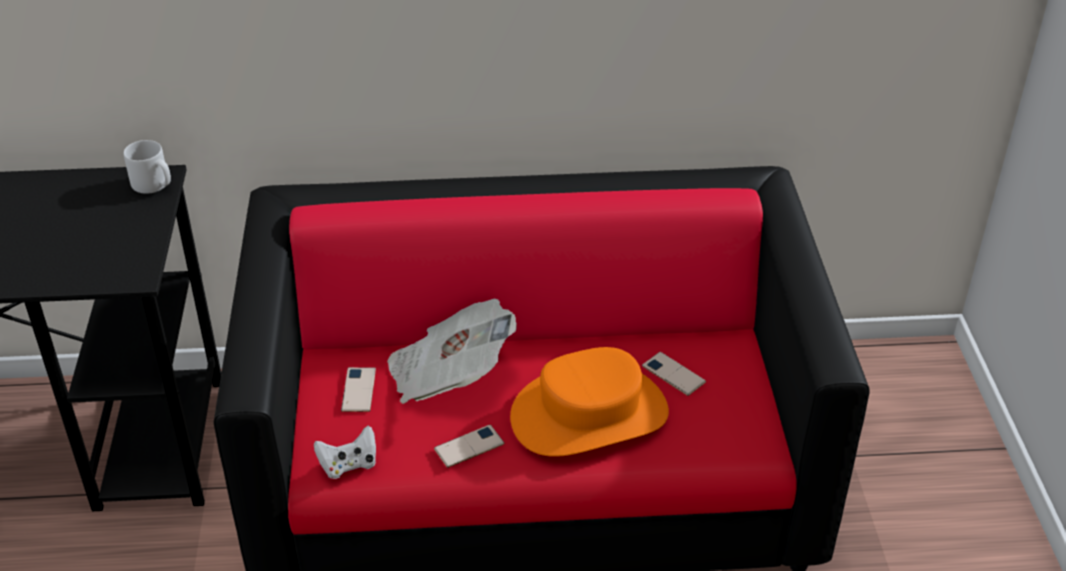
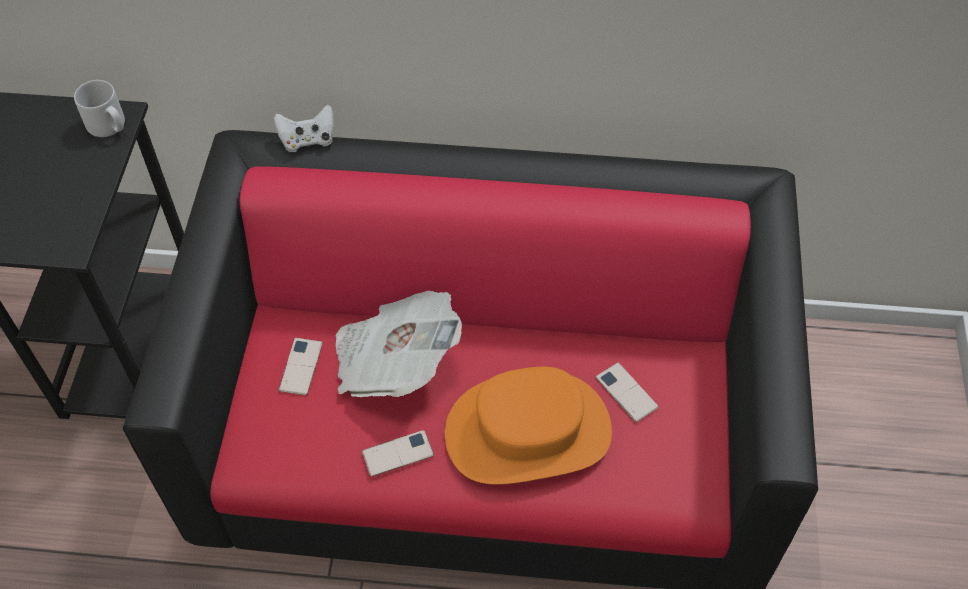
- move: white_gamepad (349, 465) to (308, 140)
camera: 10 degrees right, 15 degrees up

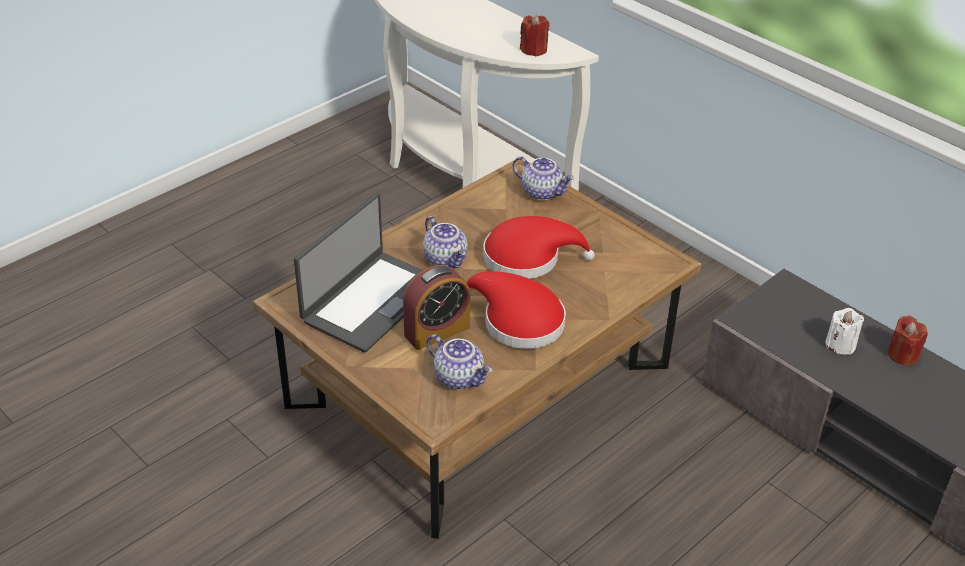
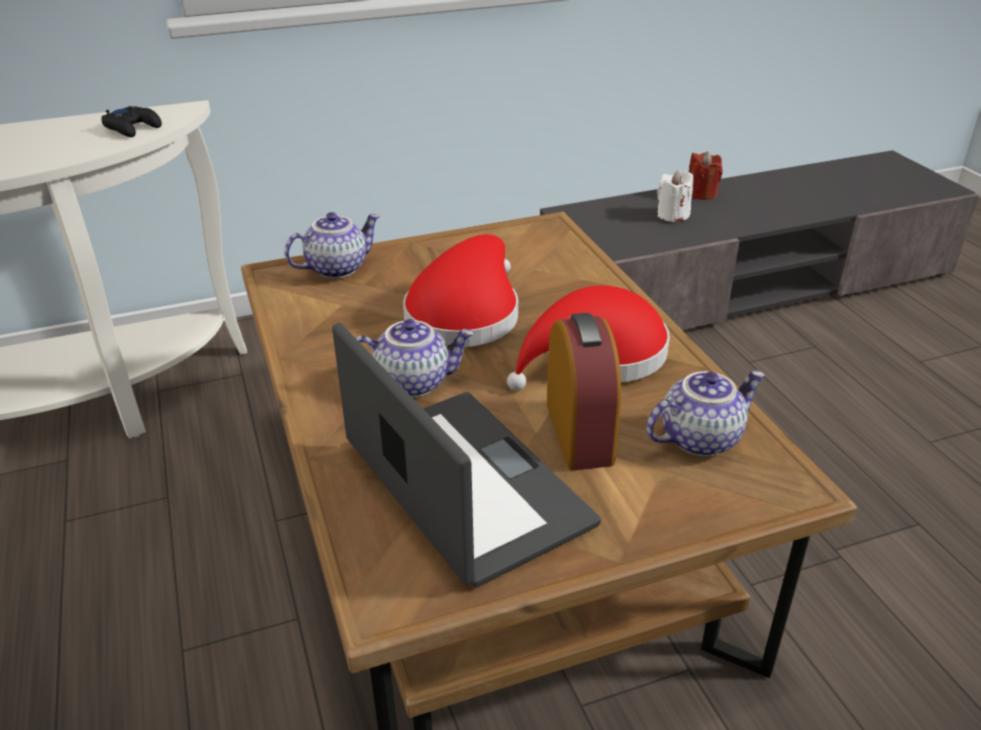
- replace: red_wax_candle (534, 50) to blackish_gamepad (133, 128)
camera: 65 degrees left, 5 degrees down

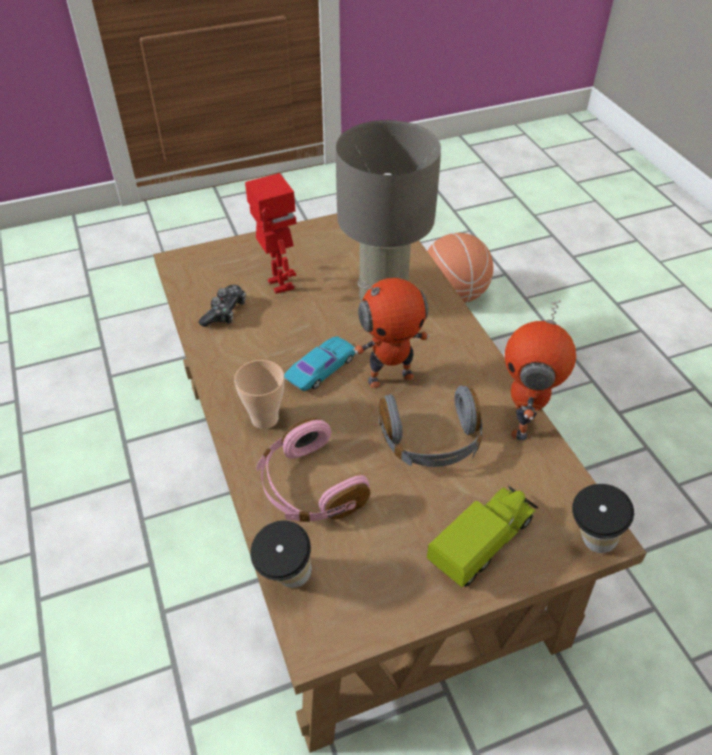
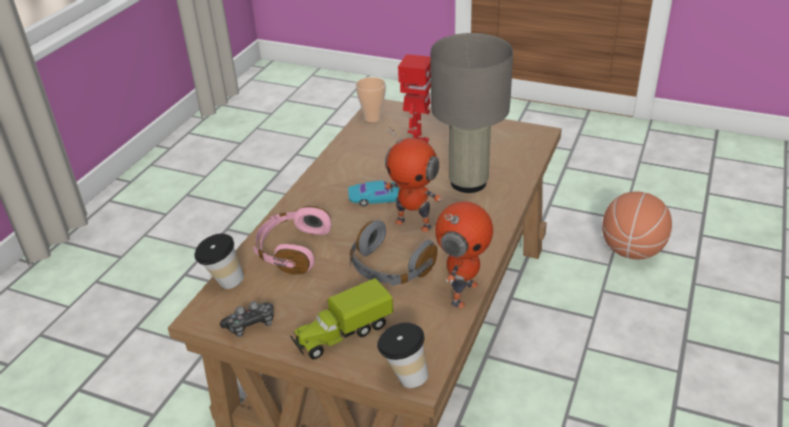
- move: gamepad (225, 312) to (251, 325)
- move: drinking_cup (264, 418) to (372, 118)
- rotate: toy_truck (482, 543) = (342, 334) 150 degrees clockwise
- rotate: model_robot (524, 422) = (462, 293) 150 degrees clockwise
camera: 45 degrees right, 10 degrees down

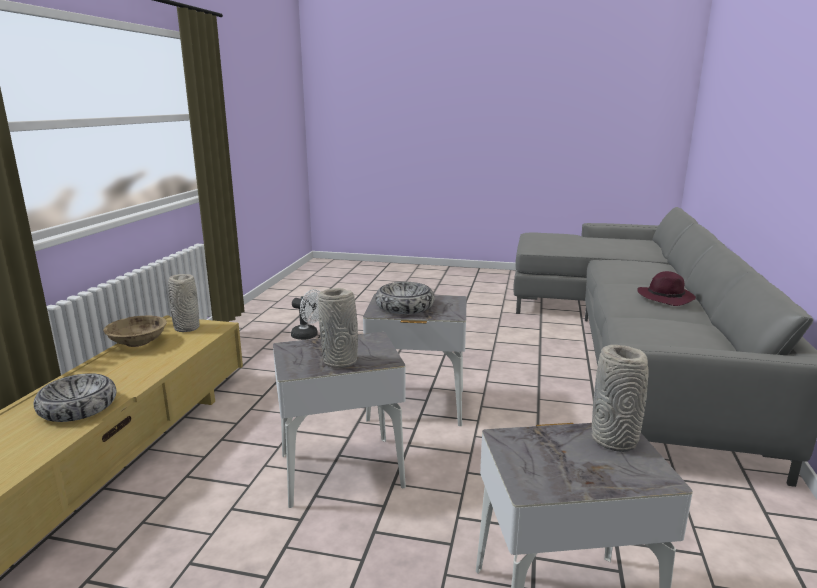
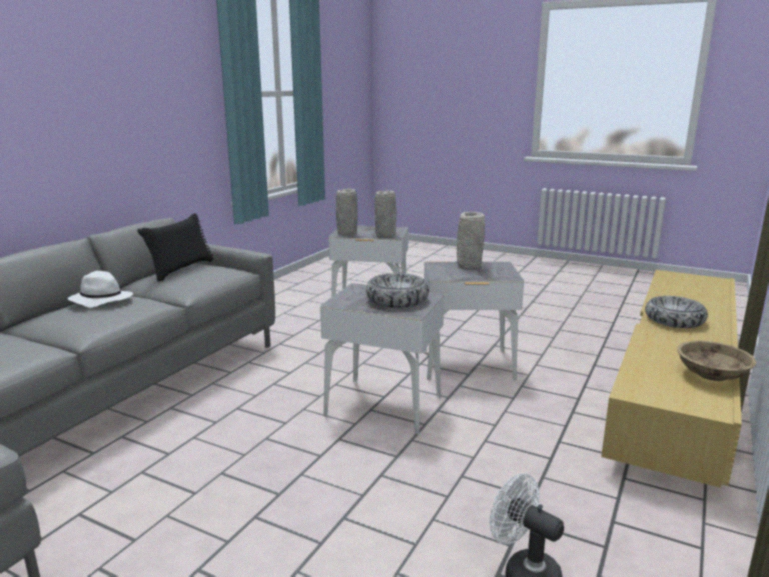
- move: greyish_flower_vase (186, 328) to (385, 235)
- recolor: purple-coloured_wearable_hat (666, 298) to white_wearable_hat (100, 300)
- insert: blackish_throw_pillow (181, 269)
camera: 165 degrees left, 0 degrees up

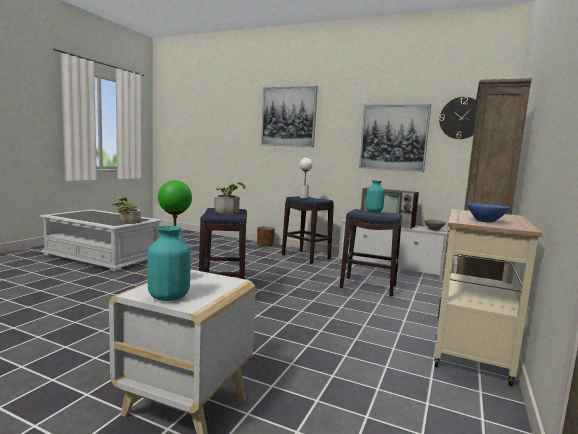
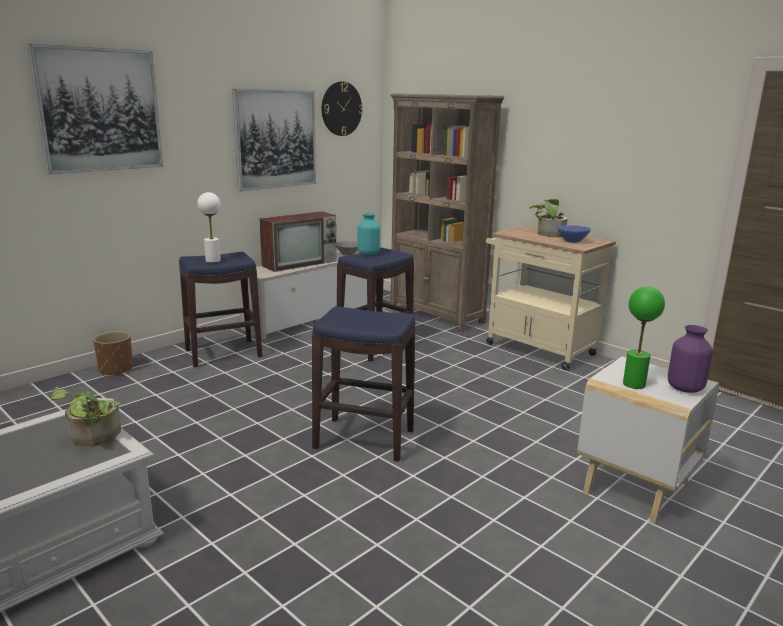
- recolor: turquoise_flower_vase (169, 297) to purple-coloured_flower_vase (685, 388)
- move: houseplant (228, 211) to (547, 233)
camera: 70 degrees left, 10 degrees up

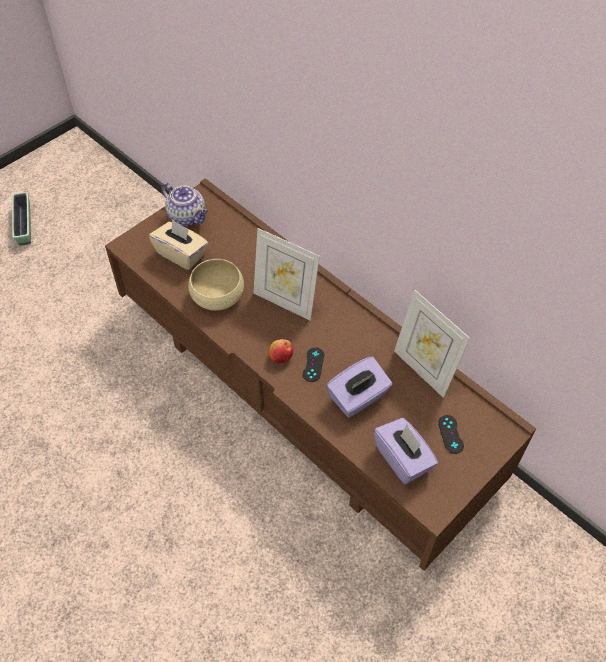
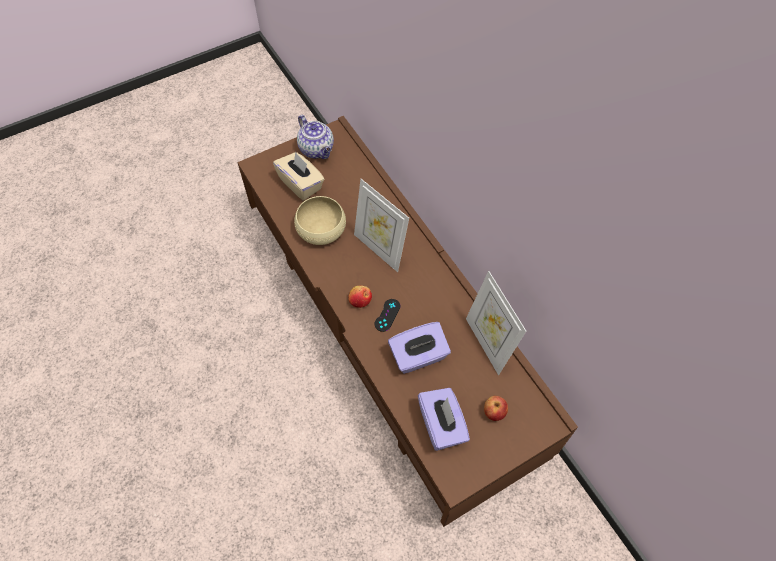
- delete: flower_pot (24, 225)
- replace: blackish_gamepad (450, 434) to apple_fruit (494, 412)
camera: 15 degrees right, 5 degrees up

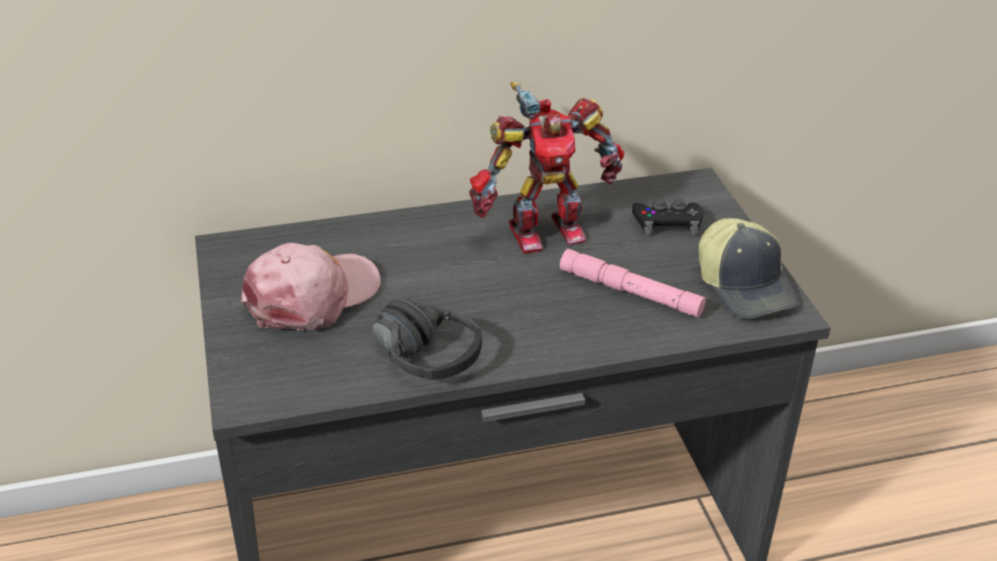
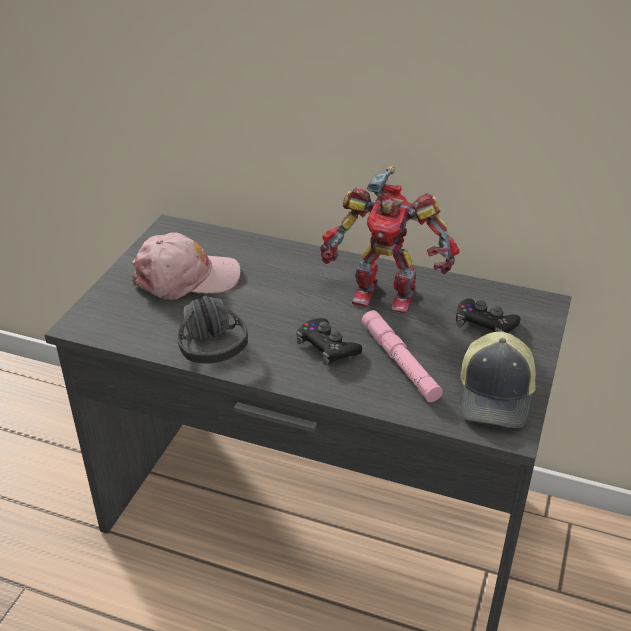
- insert: blackish_gamepad (327, 347)
camera: 35 degrees right, 0 degrees up

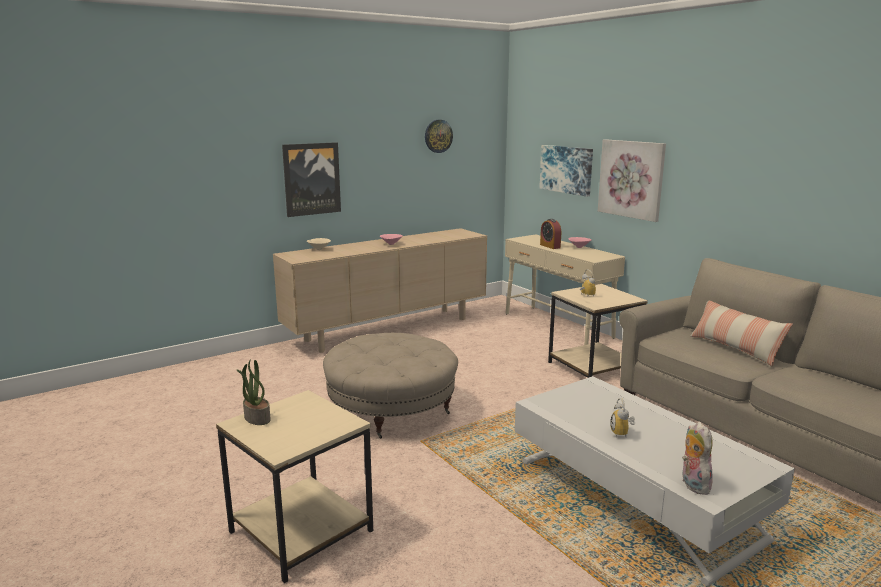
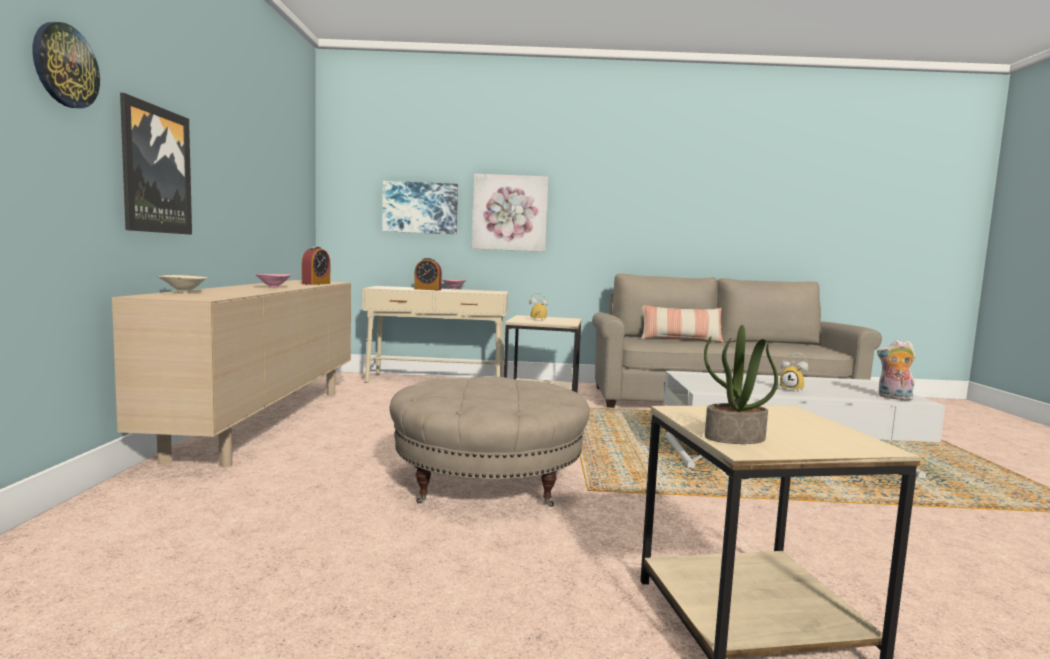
- move: clock_on_the_wall (438, 136) to (65, 66)
- insert: table_clock (316, 283)
camera: 55 degrees left, 10 degrees down

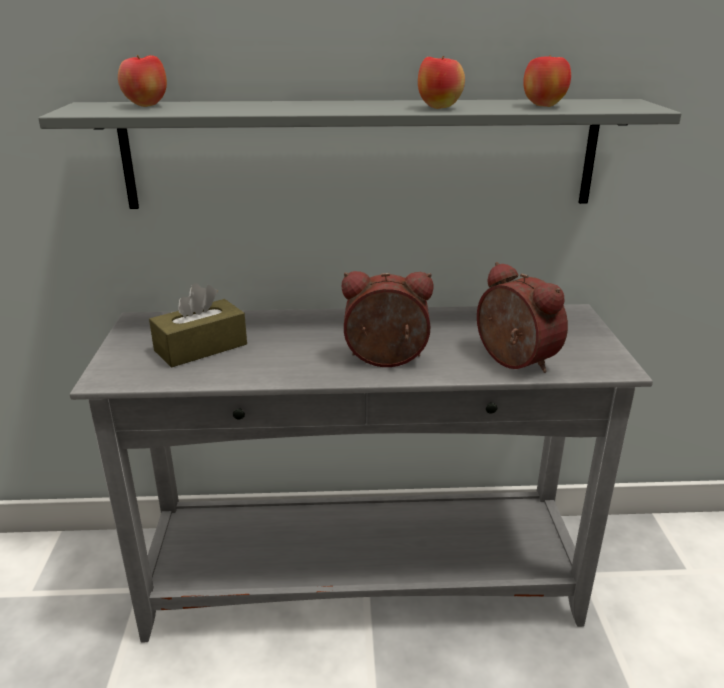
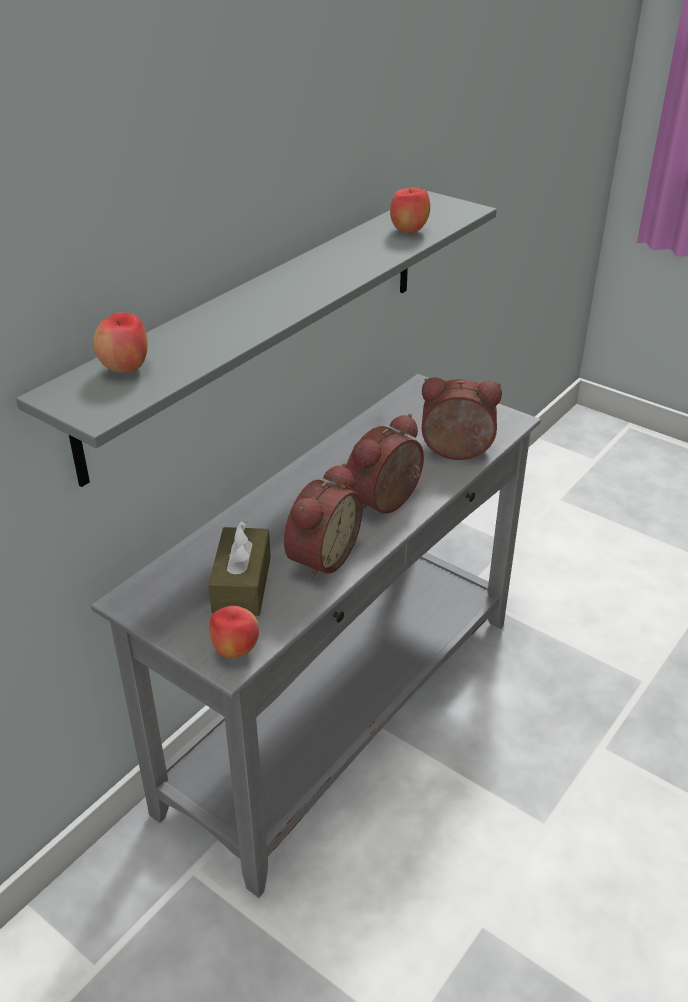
- move: apple_fruit (439, 108) to (235, 651)
- insert: table_clock (319, 557)
camera: 50 degrees left, 10 degrees up

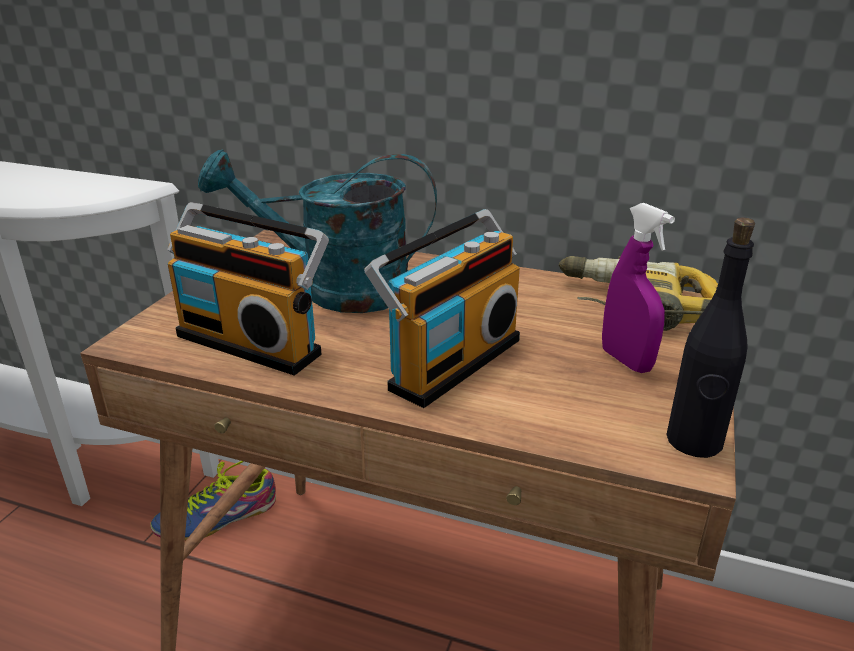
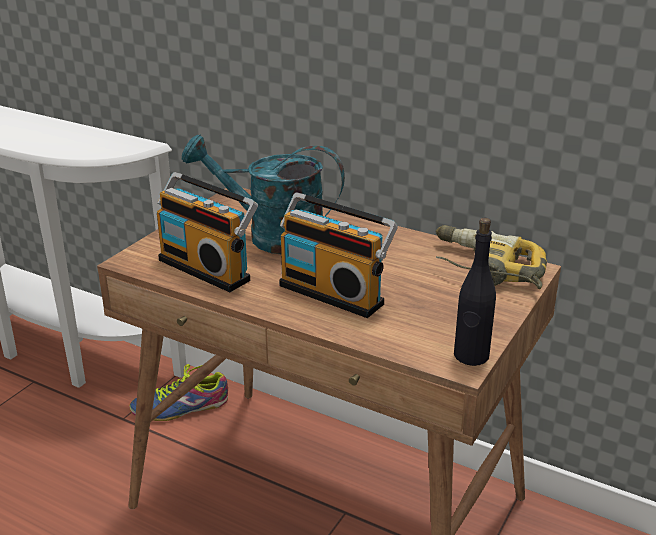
- rotate: radio_set (450, 361) = (334, 293) 75 degrees clockwise
- delete: purple-coloured_spray_bottle (626, 360)
camera: 10 degrees right, 0 degrees up

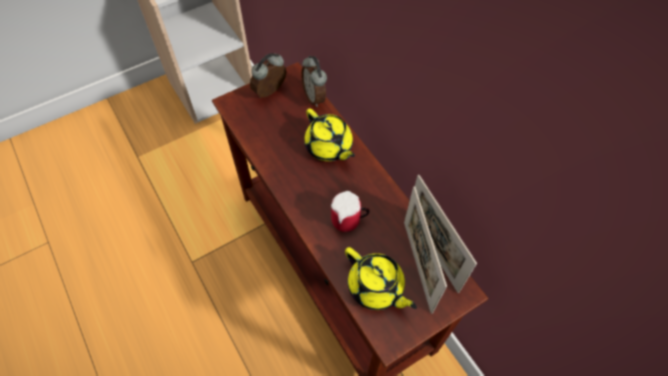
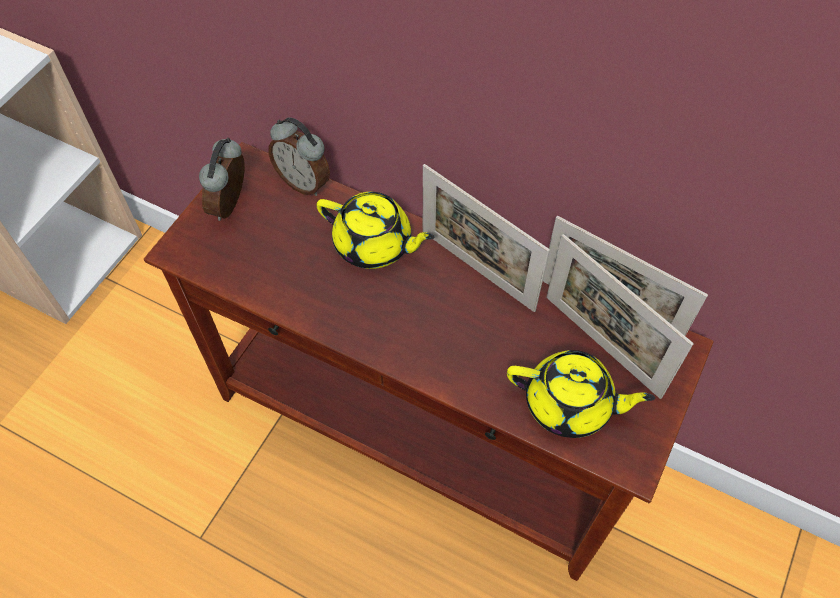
- delete: mug (349, 221)
- insert: photo_frame (477, 270)
camera: 30 degrees left, 0 degrees up

